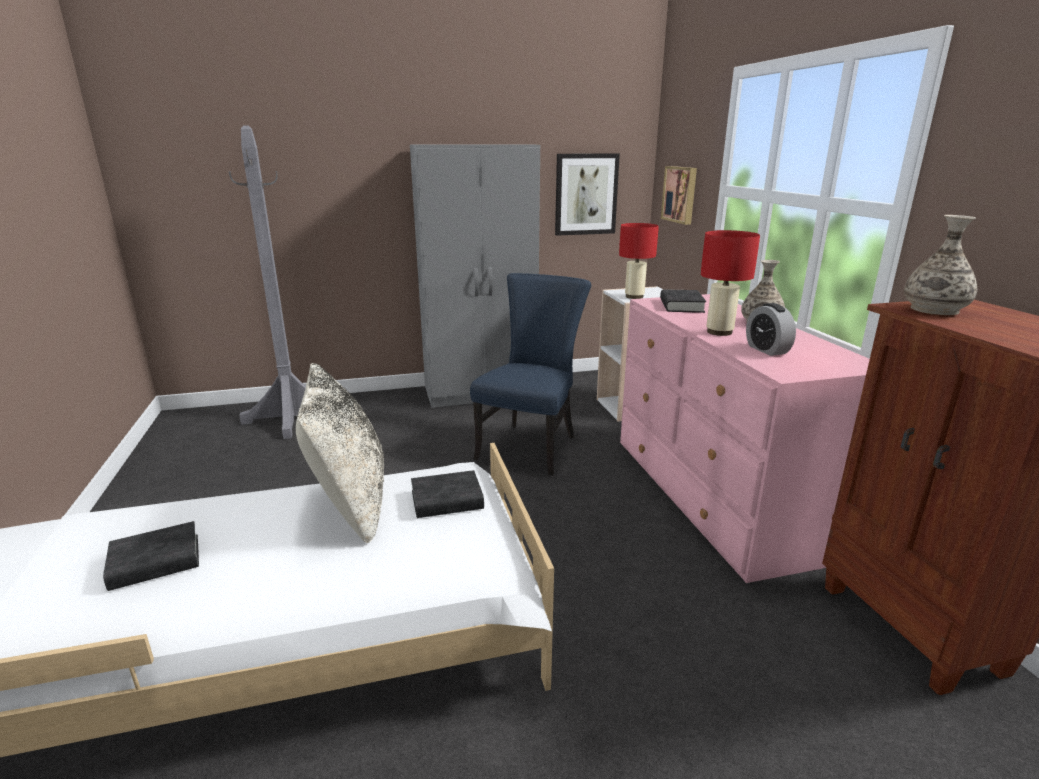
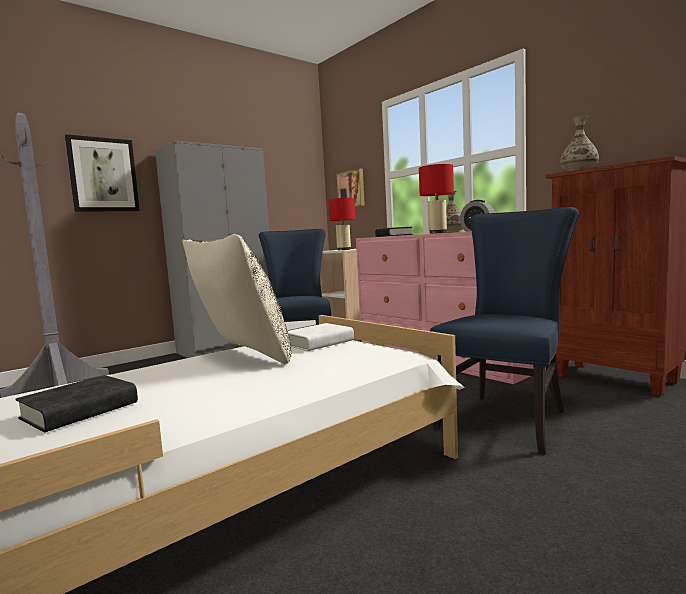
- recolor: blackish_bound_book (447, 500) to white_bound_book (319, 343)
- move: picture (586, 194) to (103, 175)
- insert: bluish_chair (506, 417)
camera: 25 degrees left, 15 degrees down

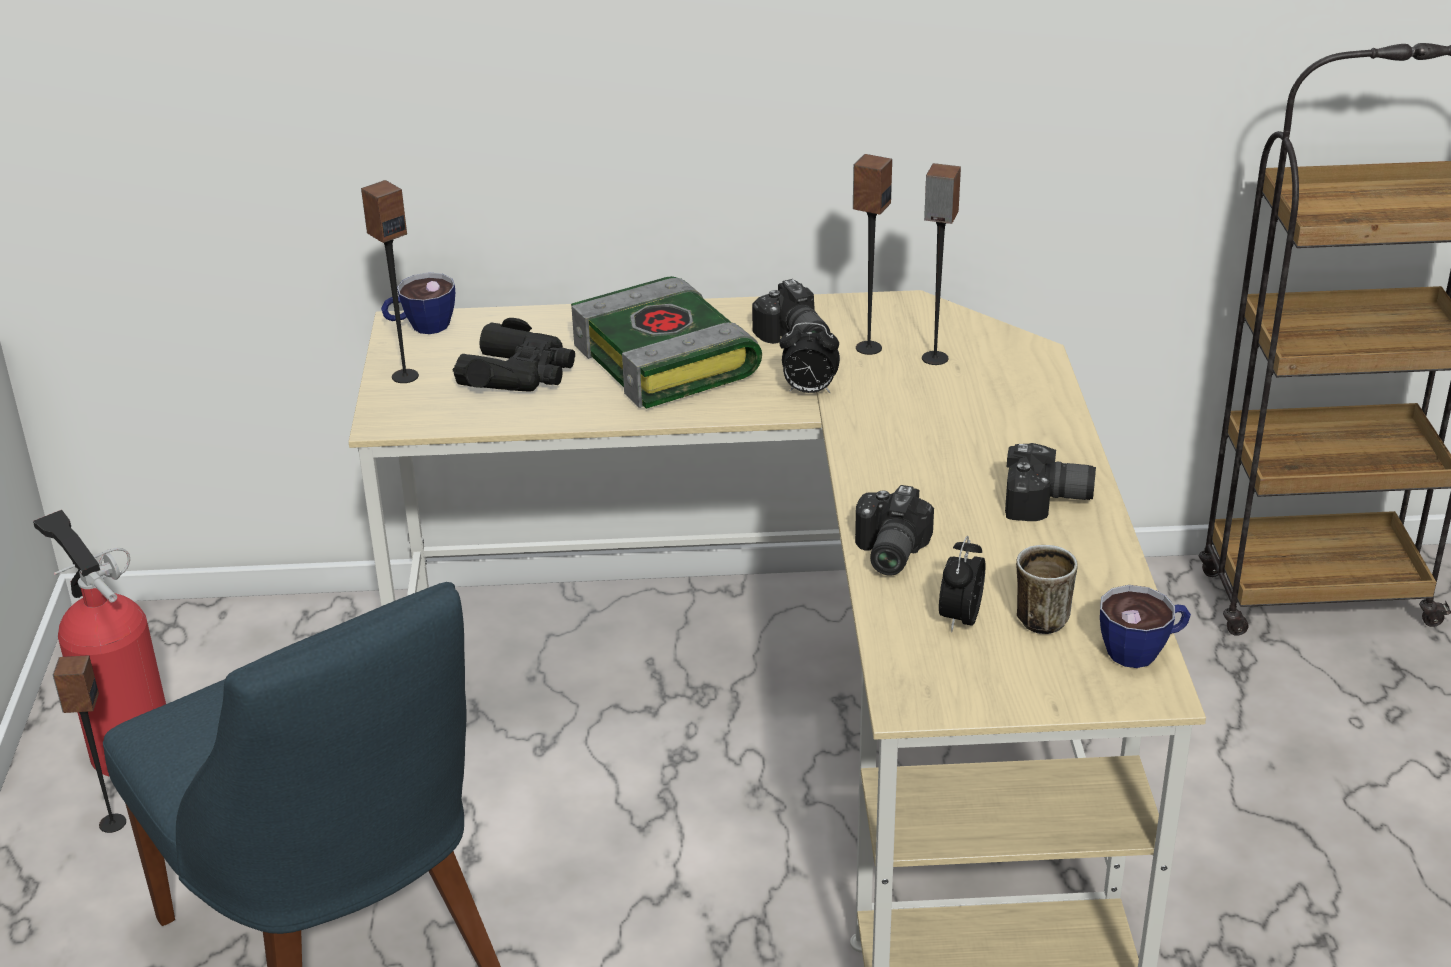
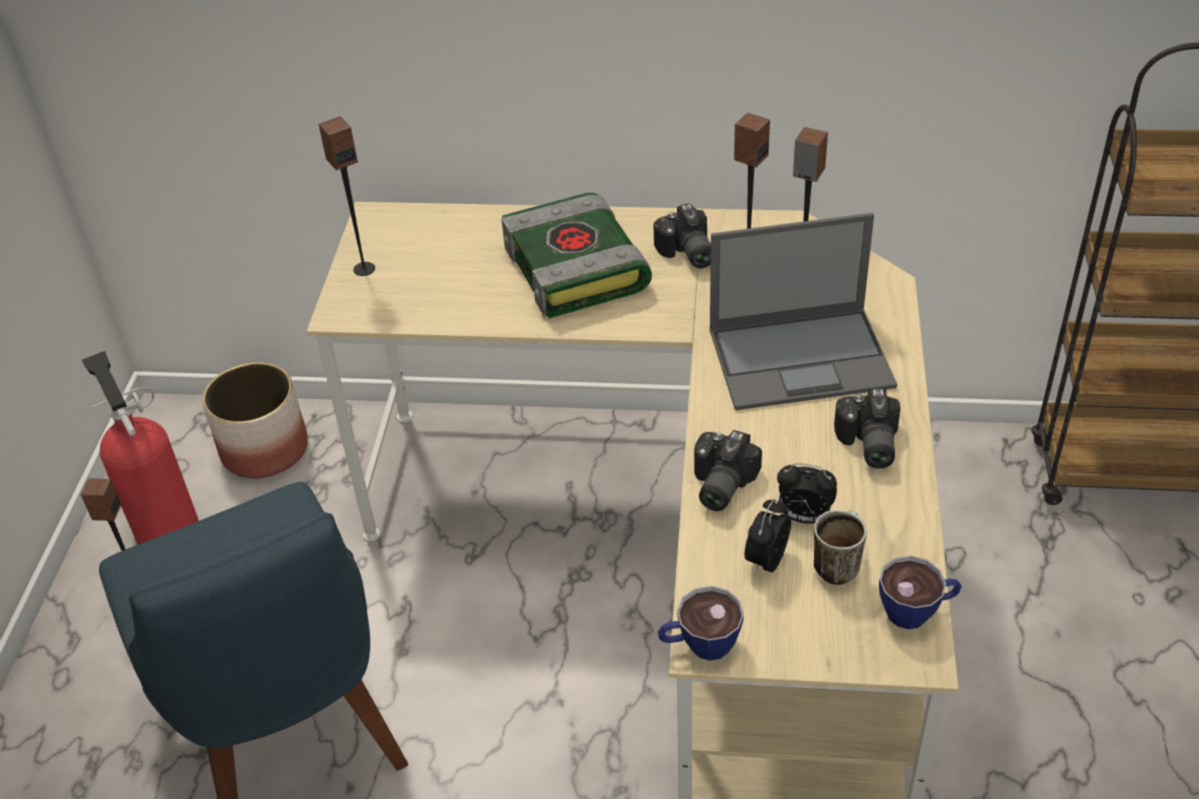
- move: drinking_cup (421, 327) to (699, 645)
- delete: blackish_pair_of_binoculars (519, 373)
- move: table_clock (809, 391) to (803, 517)
- rotate: still_camera (1047, 503) = (866, 444) 75 degrees clockwise
- insert: flower_pot (265, 449)
- insert: portable_computer (802, 357)
camera: 10 degrees right, 10 degrees up

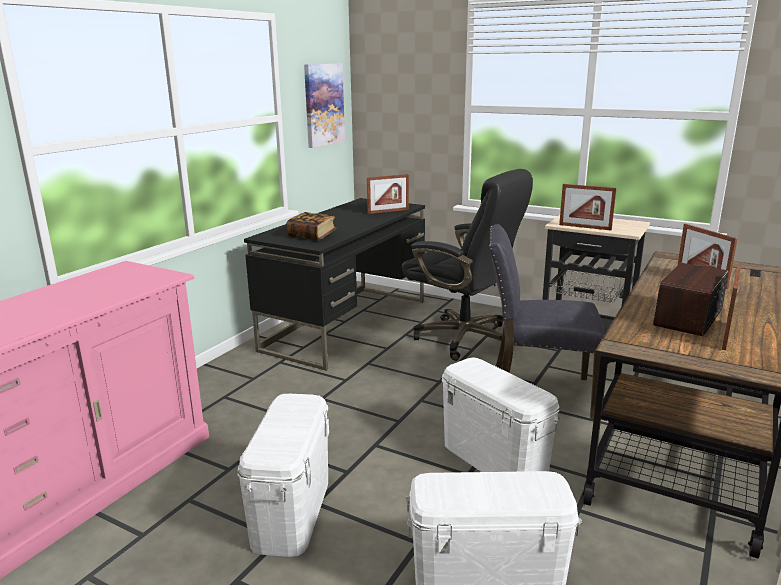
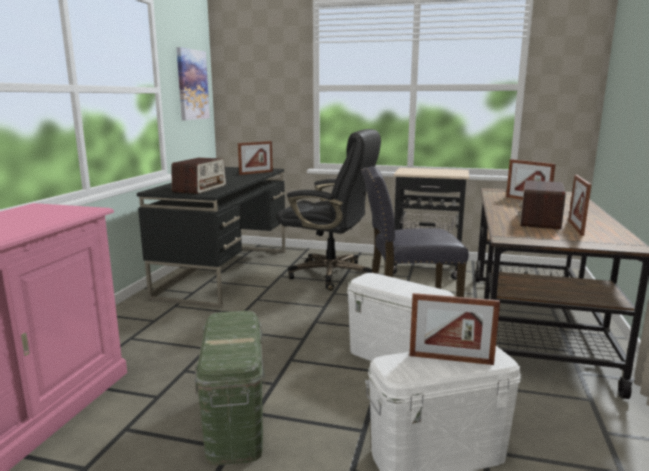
- recolor: white_storage_box (292, 511) to green-coloured_storage_box (235, 423)
- replace: bound_book (312, 236) to radio_set (200, 188)
- move: photo_frame (585, 227) to (450, 359)
camera: 15 degrees left, 5 degrees down

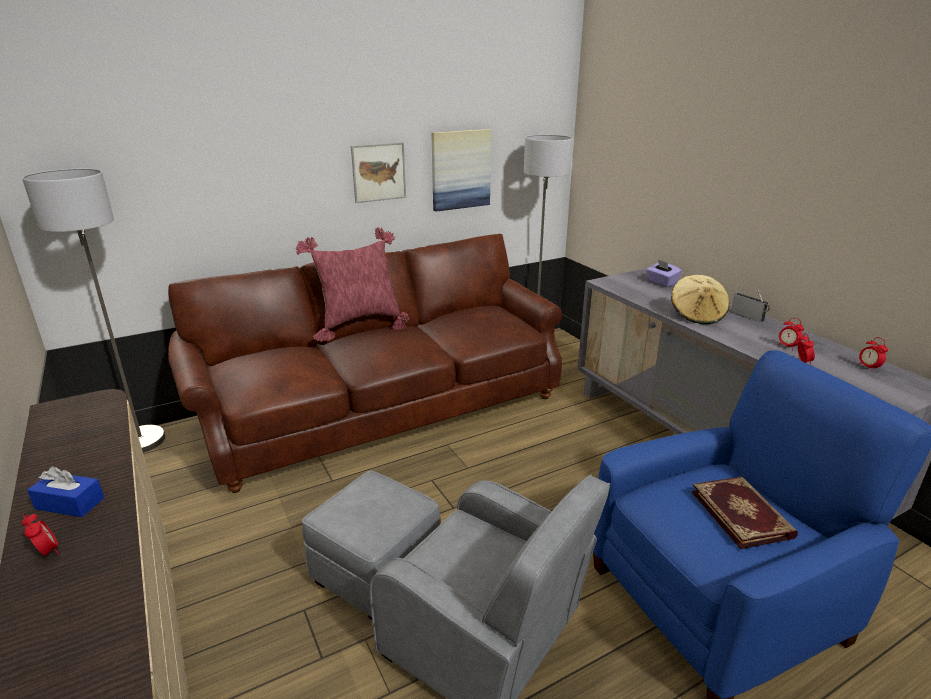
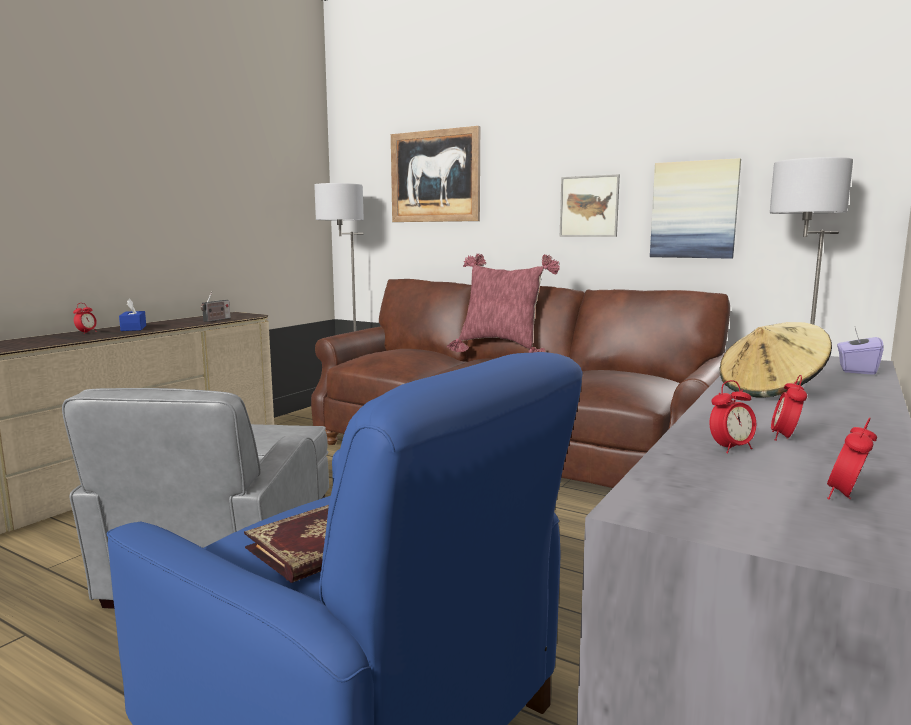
- move: radio_set (749, 316) to (216, 320)
- insert: picture (435, 176)
camera: 60 degrees right, 15 degrees down

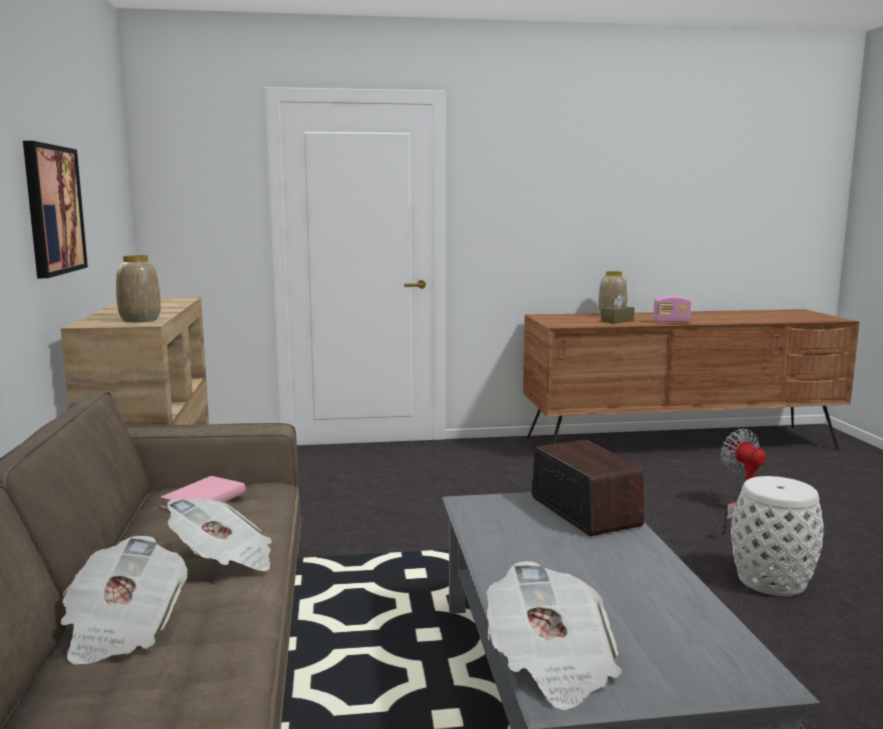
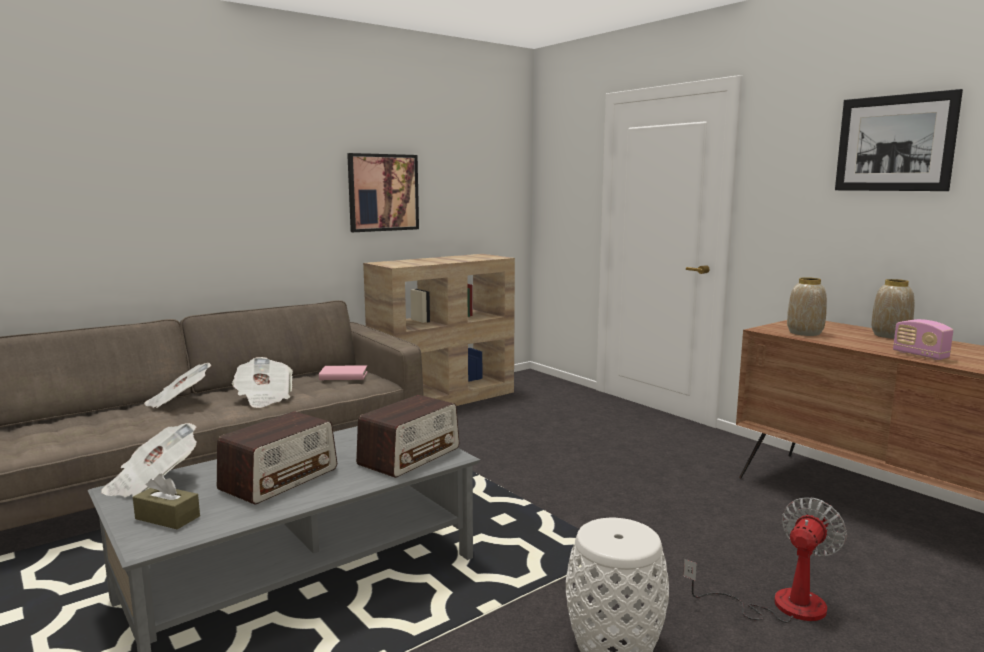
- move: flower_vase (140, 320) to (804, 333)
- move: brown_tissue_box (617, 321) to (167, 517)
- insert: radio_set (280, 479)
- insert: picture (894, 143)
camera: 60 degrees right, 0 degrees up

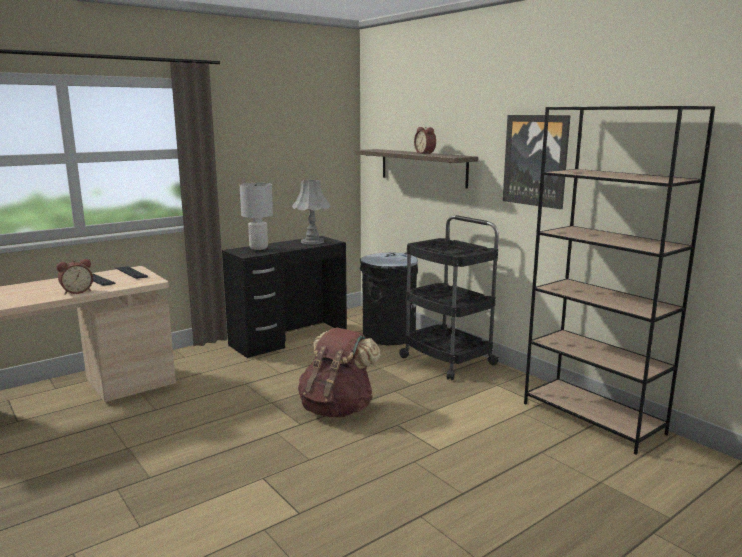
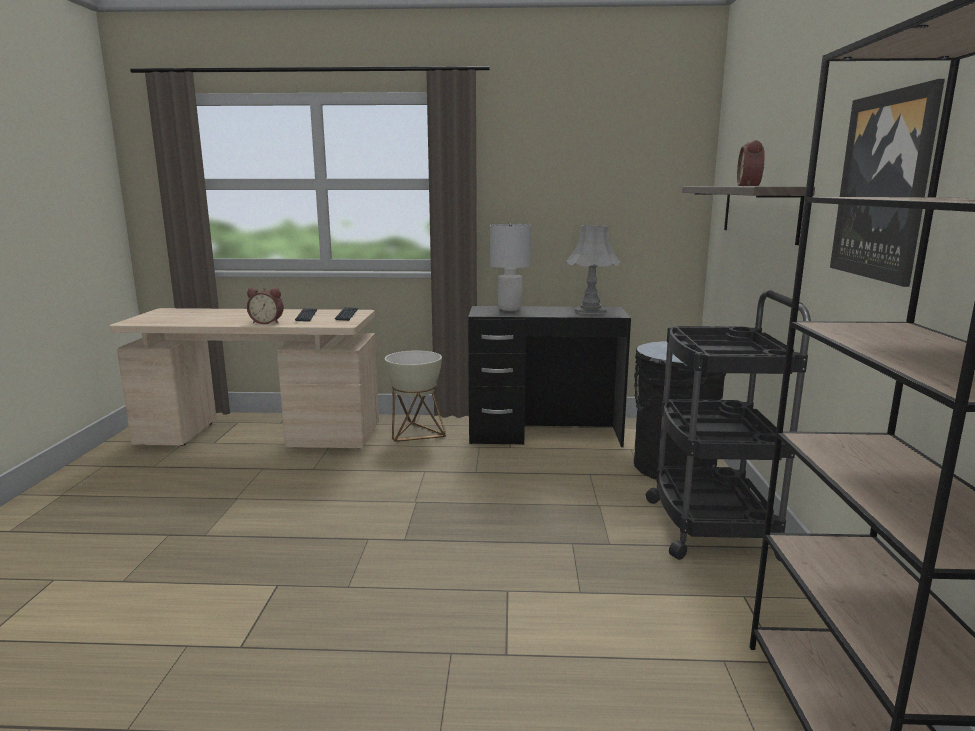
- delete: brown_backpack (337, 409)
- insert: flower_pot (415, 434)
camera: 40 degrees right, 0 degrees up

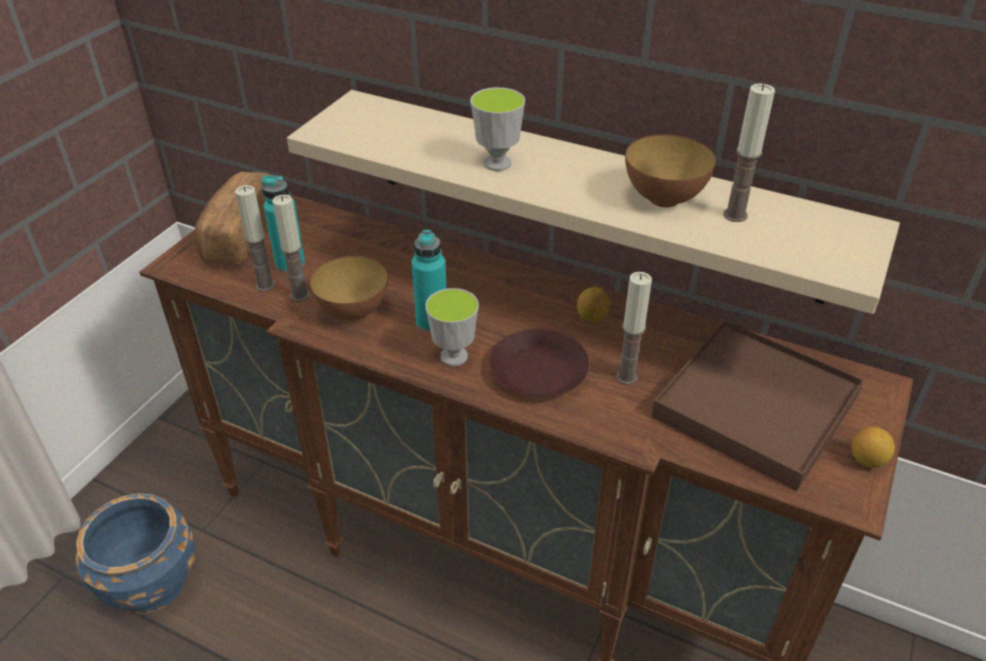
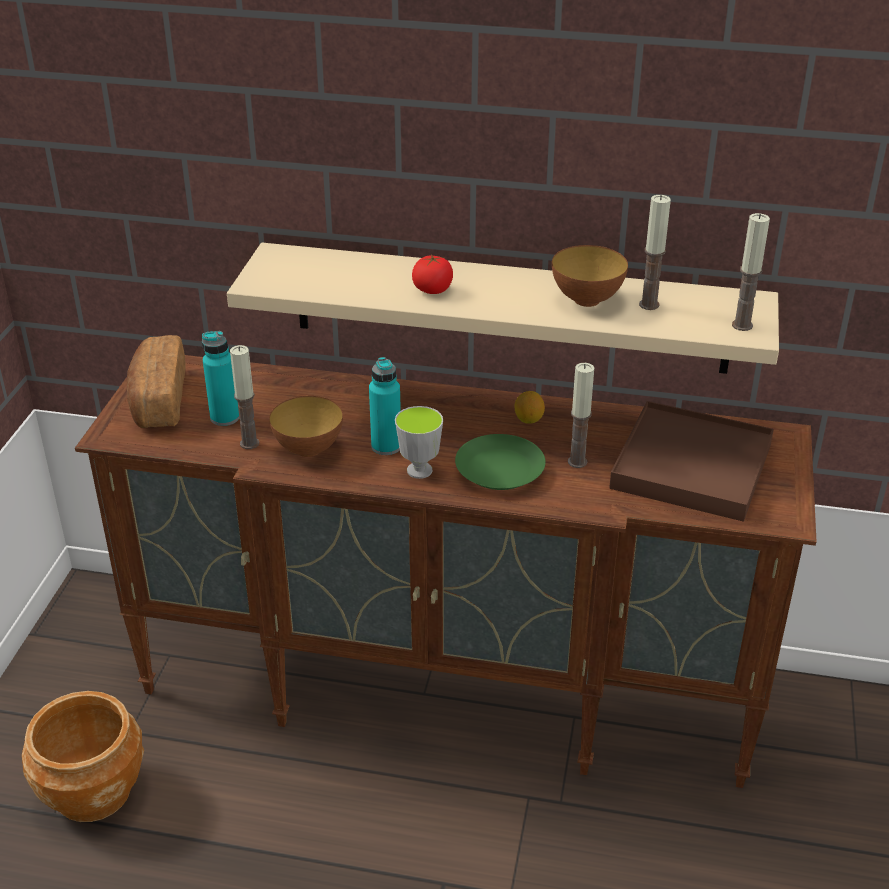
- recolor: bluish_flower_pot (150, 582) to brown_flower_pot (93, 791)
- move: wax_candle (265, 285) to (742, 325)
- replace: drinking_cup (497, 163) to whole_tomato (432, 290)
- recolor: brown_flat_dish (538, 372) to green-coloured_flat_dish (500, 470)
- delete: lemon (867, 460)
camera: 15 degrees left, 5 degrees down

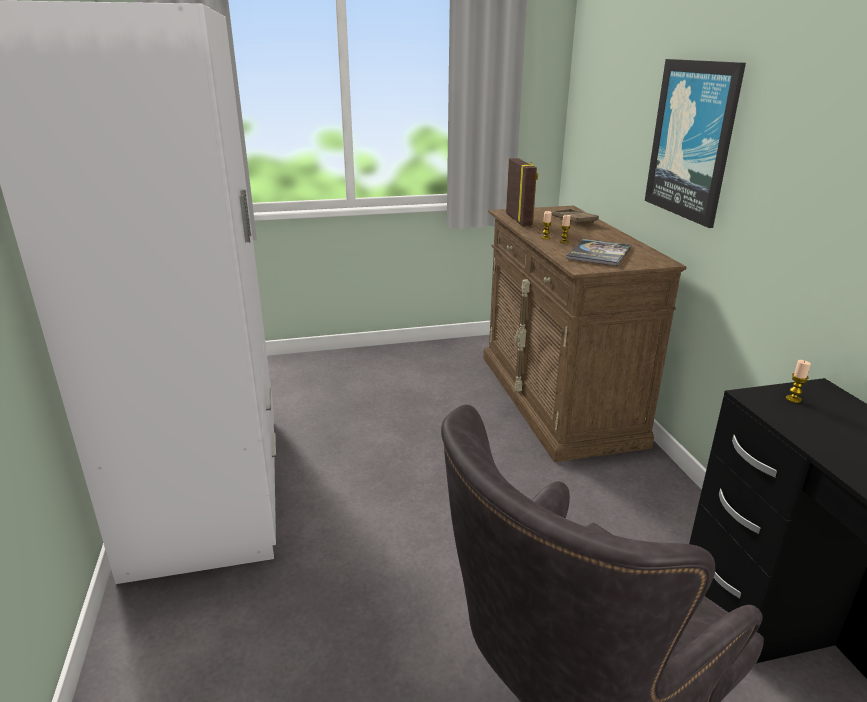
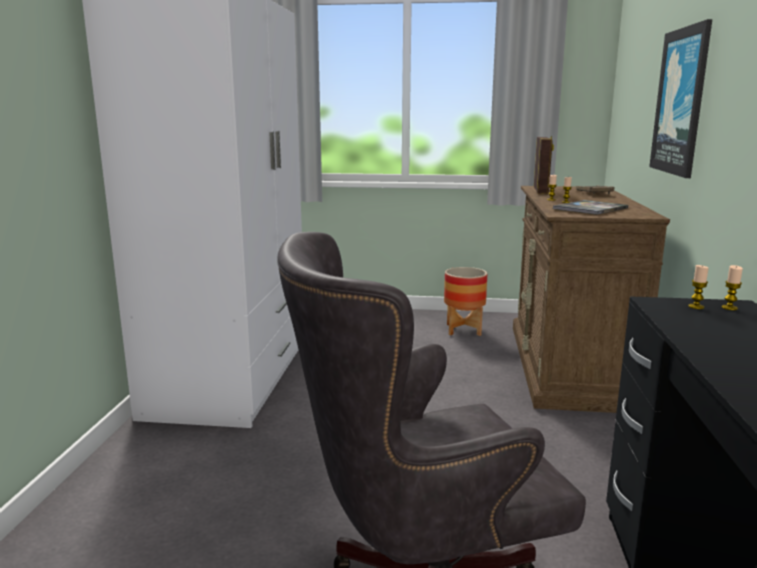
- insert: flower_pot (464, 330)
- insert: wax_candle (729, 308)
camera: 20 degrees right, 10 degrees down

